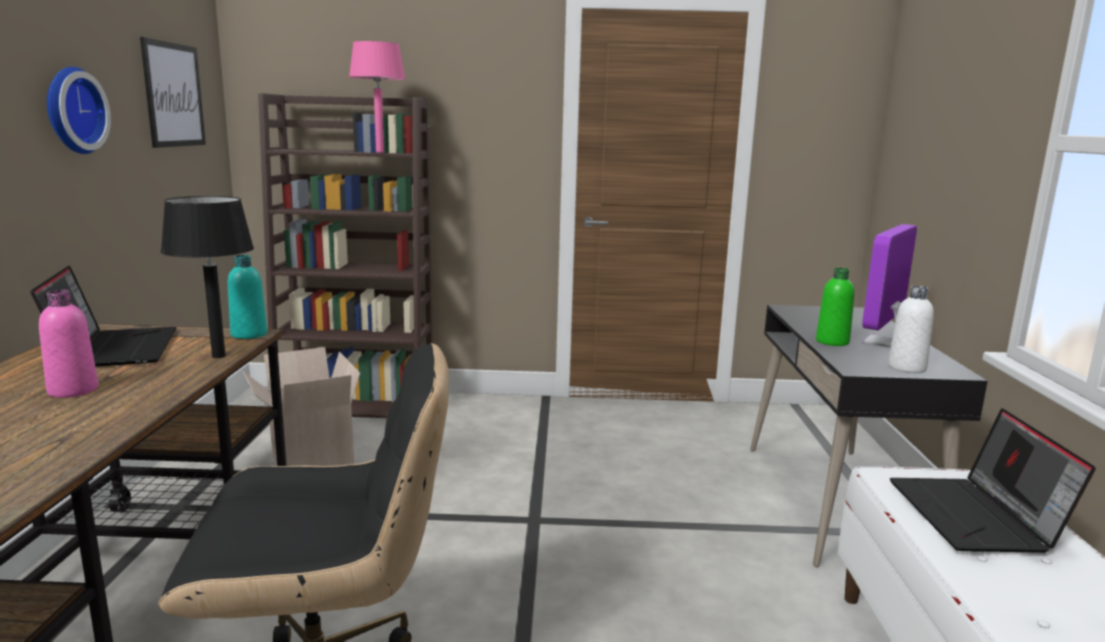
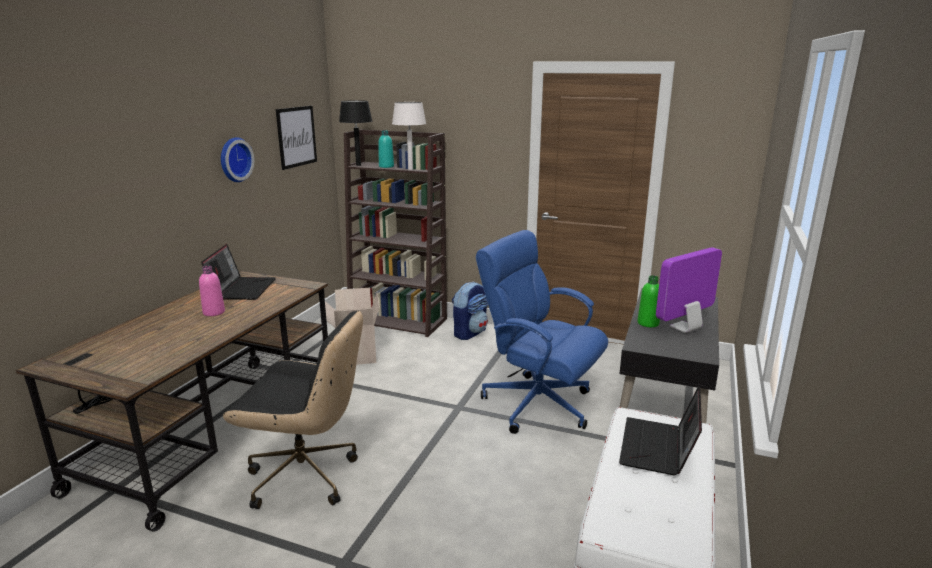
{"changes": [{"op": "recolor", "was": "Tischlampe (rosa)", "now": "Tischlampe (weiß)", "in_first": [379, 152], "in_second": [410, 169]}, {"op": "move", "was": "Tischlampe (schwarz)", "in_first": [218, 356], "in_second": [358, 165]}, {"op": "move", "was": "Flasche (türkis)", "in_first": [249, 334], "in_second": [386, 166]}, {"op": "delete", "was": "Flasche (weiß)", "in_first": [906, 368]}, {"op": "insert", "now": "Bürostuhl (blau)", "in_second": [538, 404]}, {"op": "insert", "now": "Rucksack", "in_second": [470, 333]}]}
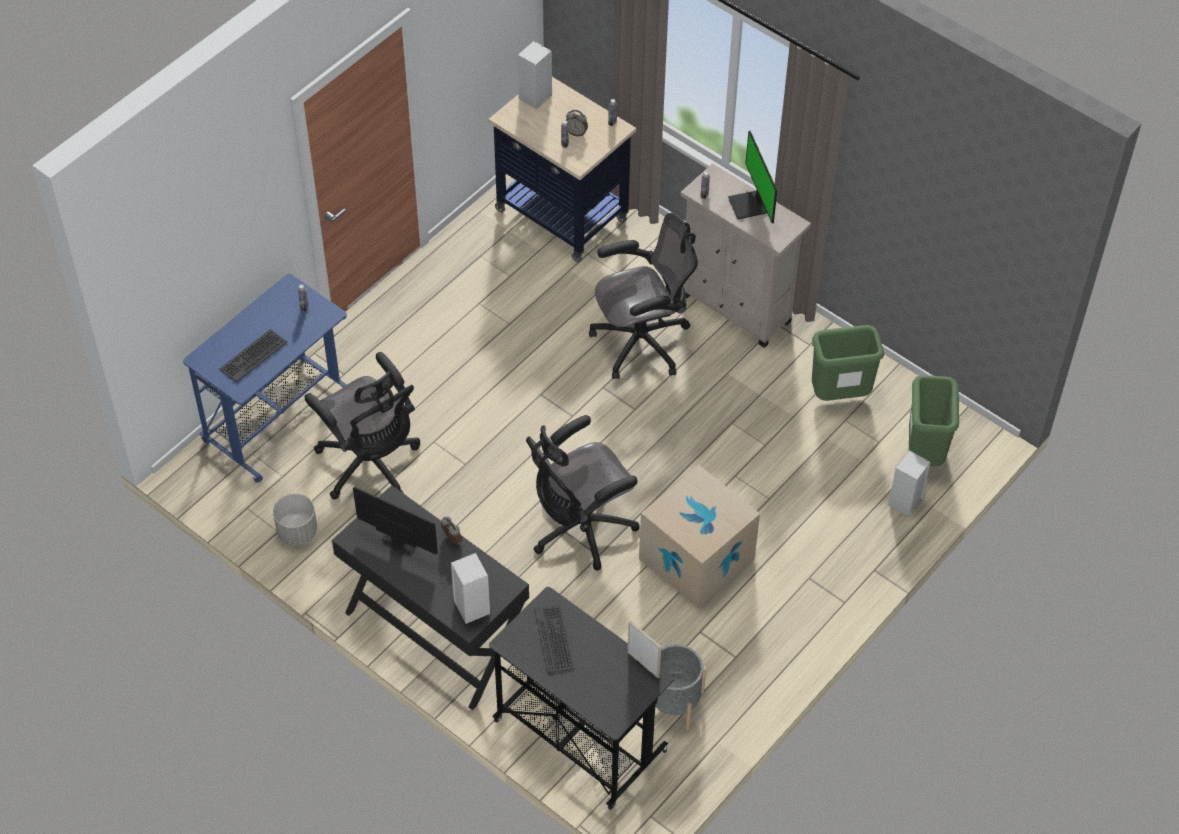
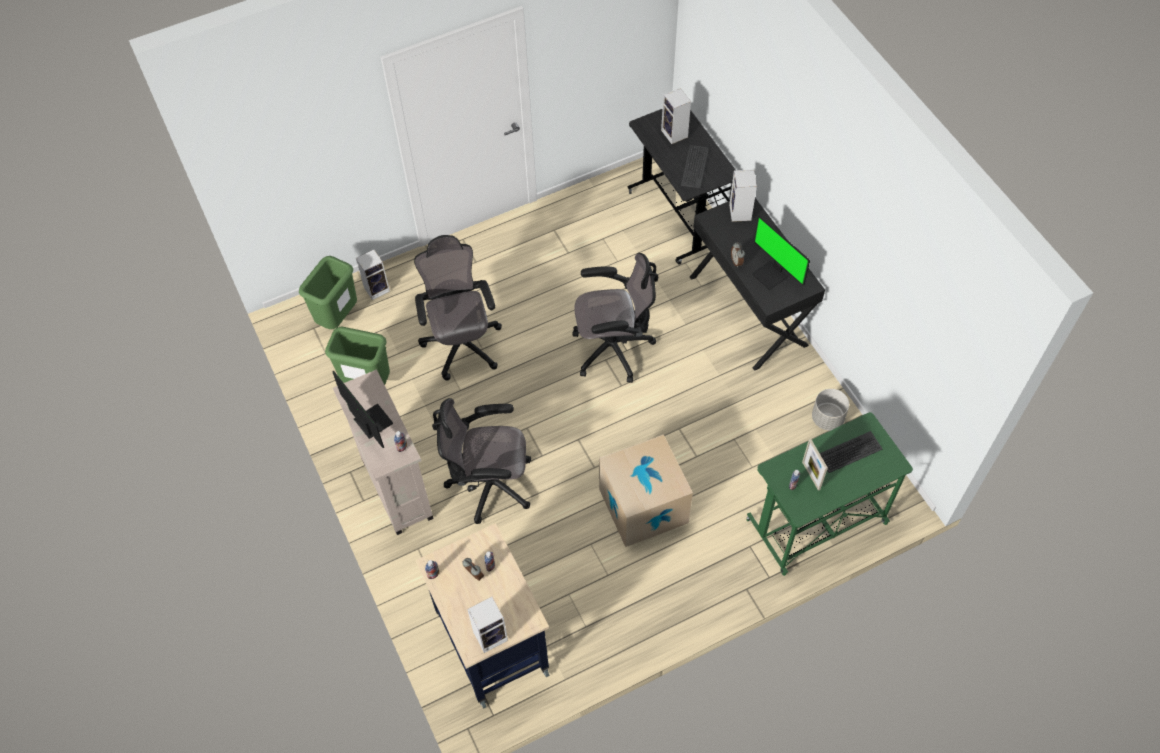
{"changes": [{"op": "rotate", "was": "Monitor", "in_first": [749, 205], "in_second": [371, 422], "clockwise": -45}, {"op": "recolor", "was": "Schreibtisch (blau)", "now": "Schreibtisch (grün)", "in_first": [280, 419], "in_second": [816, 522]}, {"op": "move", "was": "Bürostuhl", "in_first": [369, 463], "in_second": [461, 345]}, {"op": "move", "was": "Karton", "in_first": [696, 559], "in_second": [643, 506]}, {"op": "move", "was": "Bilderrahmen", "in_first": [643, 664], "in_second": [811, 475]}, {"op": "delete", "was": "Pflanzkübel (grau)", "in_first": [674, 703]}, {"op": "insert", "now": "Lautsprecher", "in_second": [675, 134]}]}
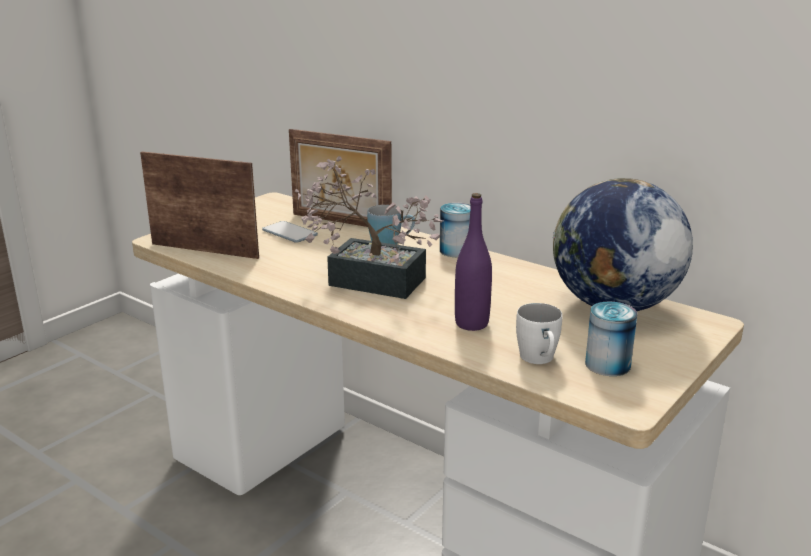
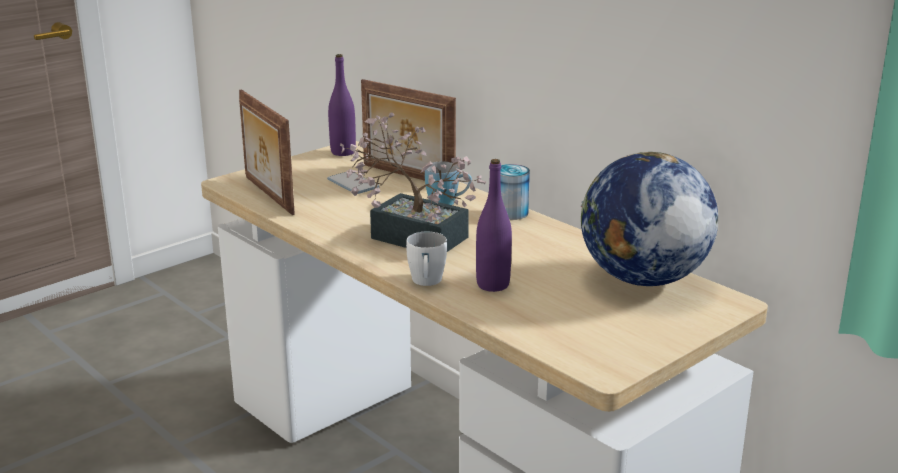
{"changes": [{"op": "rotate", "was": "Bilderrahmen", "in_first": [205, 250], "in_second": [267, 195], "clockwise": -150}, {"op": "delete", "was": "Dose", "in_first": [607, 364]}, {"op": "move", "was": "Henkelbecher (weiß)", "in_first": [539, 360], "in_second": [427, 282]}, {"op": "insert", "now": "Flasche (lila)", "in_second": [343, 152]}]}
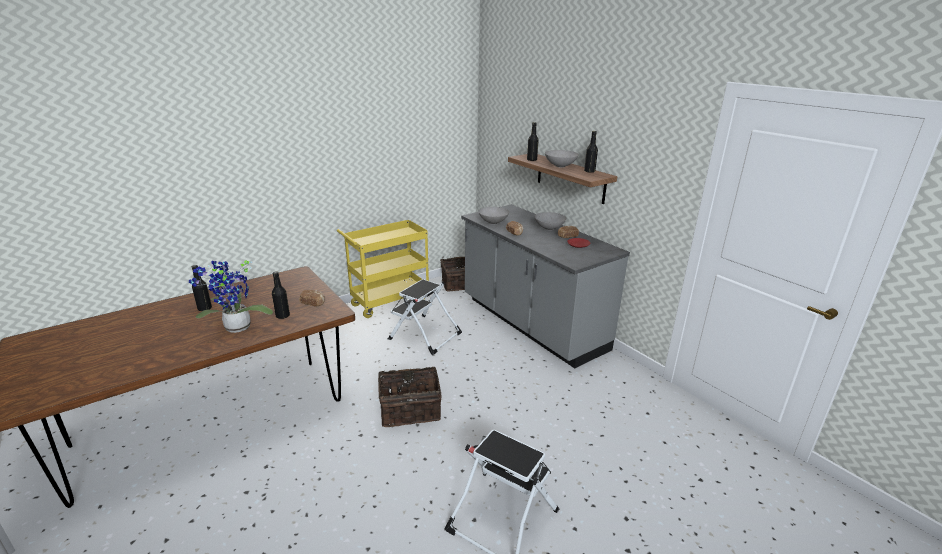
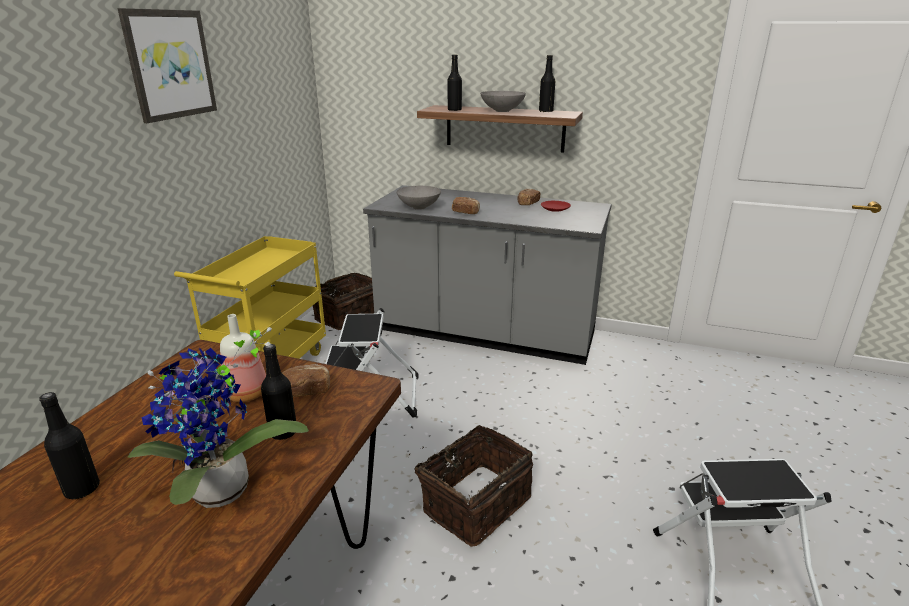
{"changes": [{"op": "delete", "was": "Schüssel (grau)", "in_first": [549, 228]}, {"op": "insert", "now": "Bild", "in_second": [169, 64]}, {"op": "insert", "now": "Flasche", "in_second": [246, 393]}]}
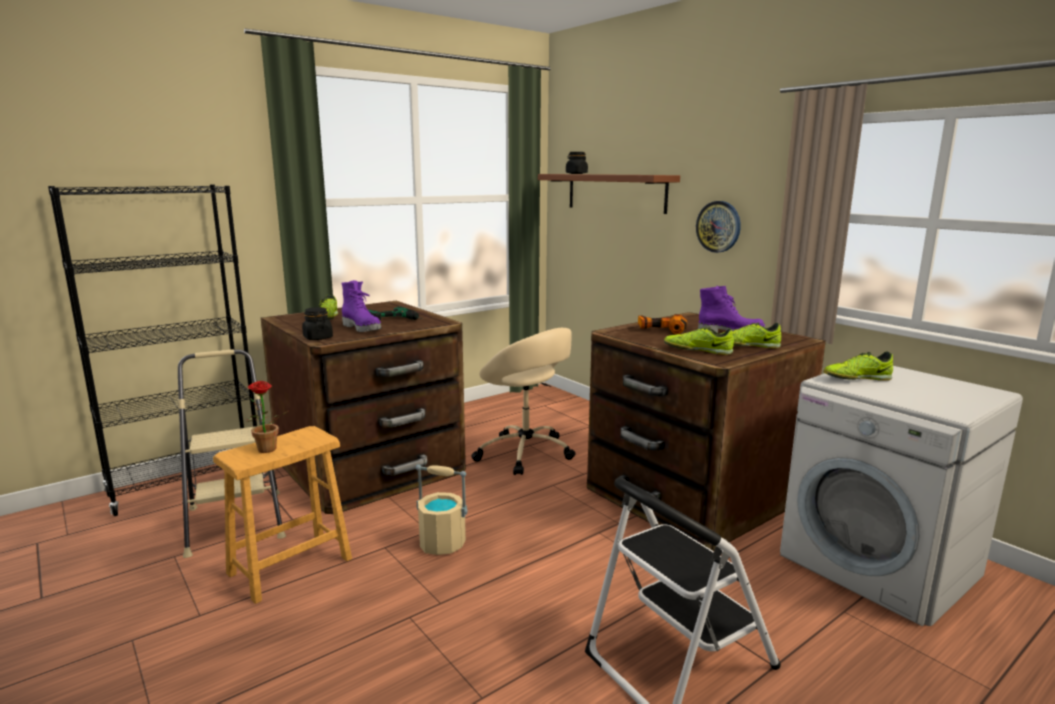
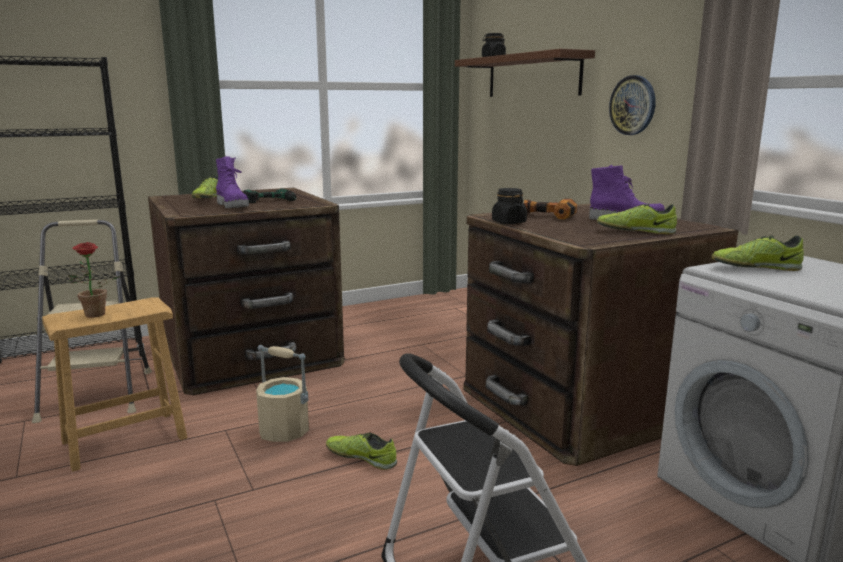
{"changes": [{"op": "move", "was": "Vorratsglas (schwarz)", "in_first": [318, 338], "in_second": [508, 222]}, {"op": "move", "was": "Schuh", "in_first": [697, 351], "in_second": [361, 457]}, {"op": "delete", "was": "Bürostuhl (beige)", "in_first": [526, 454]}]}
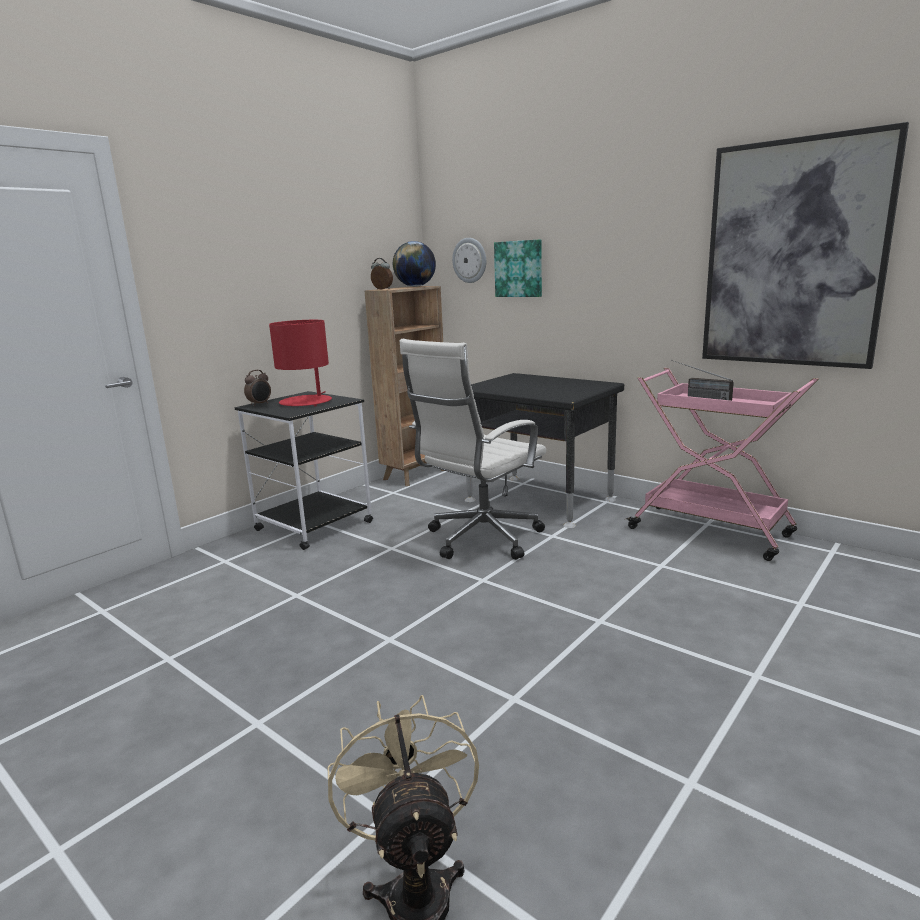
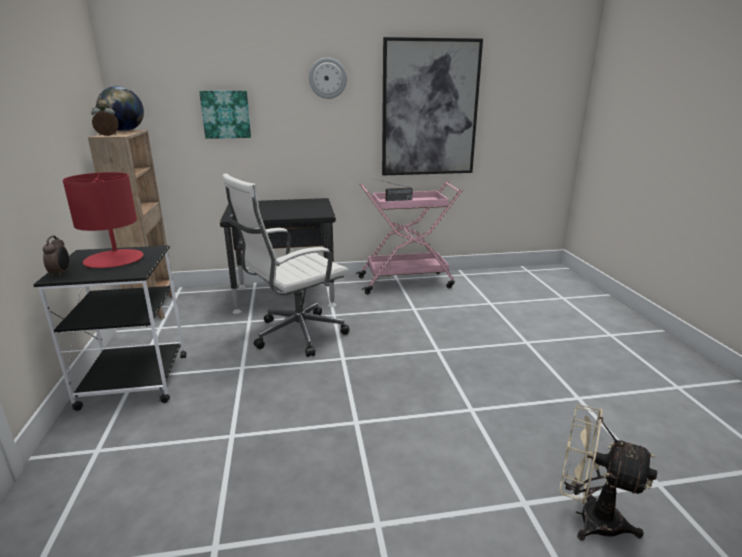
{"changes": [{"op": "move", "was": "Wanduhr", "in_first": [470, 260], "in_second": [327, 78]}, {"op": "rotate", "was": "Bürostuhl (weiß)", "in_first": [480, 540], "in_second": [295, 335], "clockwise": 60}]}
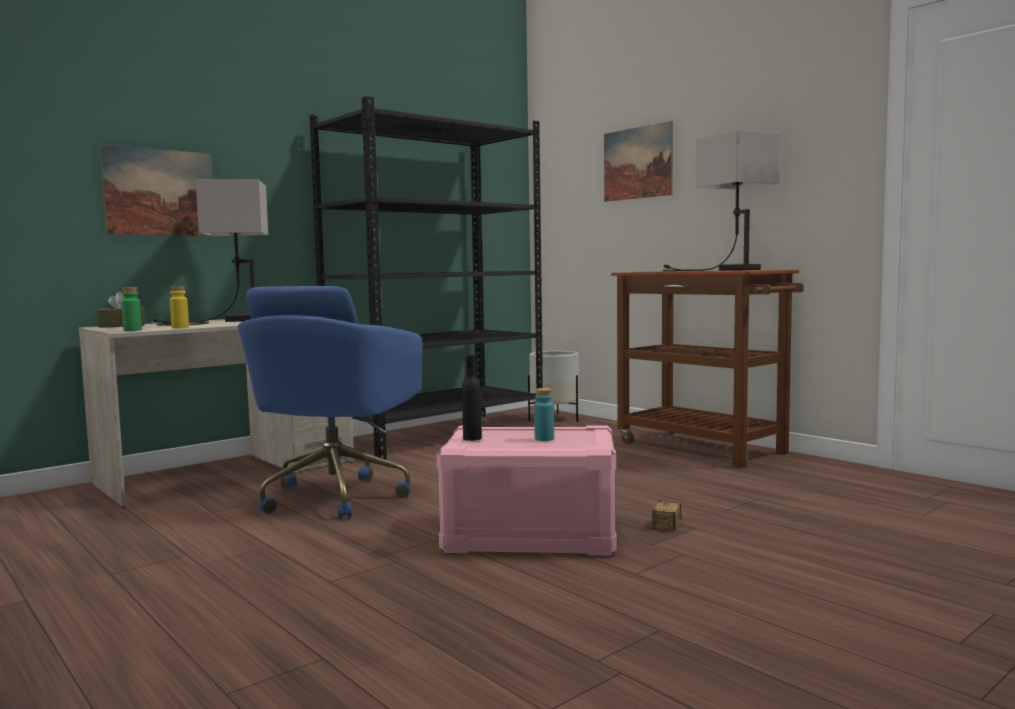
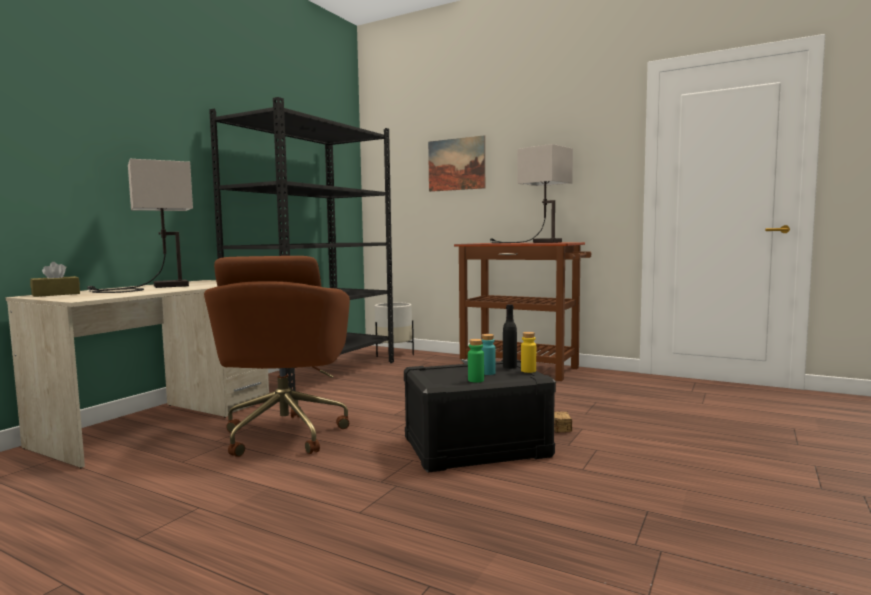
{"changes": [{"op": "delete", "was": "Bild", "in_first": [160, 192]}, {"op": "move", "was": "Flasche (gelb)", "in_first": [180, 327], "in_second": [528, 371]}, {"op": "recolor", "was": "Bürostuhl (blau)", "now": "Bürostuhl (braun)", "in_first": [338, 496], "in_second": [286, 433]}, {"op": "move", "was": "Flasche (grün)", "in_first": [132, 330], "in_second": [476, 380]}, {"op": "move", "was": "Flasche (schwarz)", "in_first": [472, 438], "in_second": [509, 367]}, {"op": "recolor", "was": "Aufbewahrungsbox (rosa)", "now": "Aufbewahrungsbox (schwarz)", "in_first": [529, 534], "in_second": [476, 448]}]}
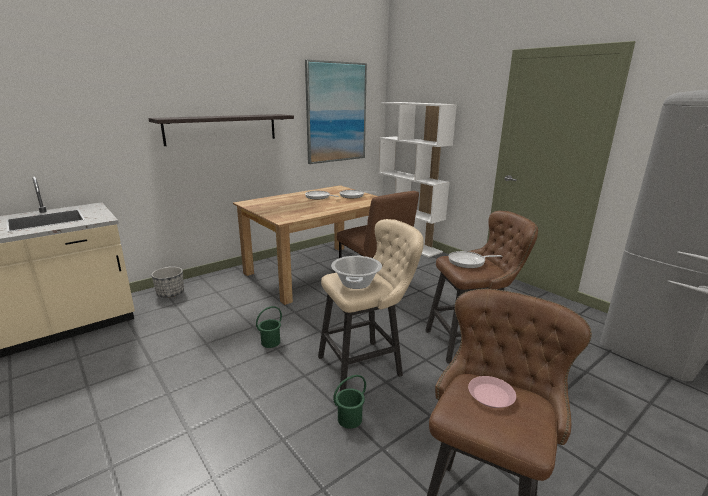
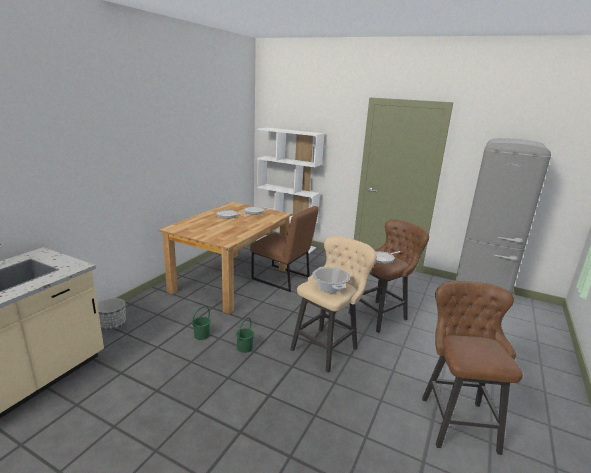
{"changes": [{"op": "delete", "was": "Bild", "in_first": [336, 113]}, {"op": "delete", "was": "Wandregal", "in_first": [222, 129]}, {"op": "move", "was": "Eimer (grün)", "in_first": [349, 419], "in_second": [201, 335]}, {"op": "delete", "was": "Teller (rosa)", "in_first": [490, 395]}]}
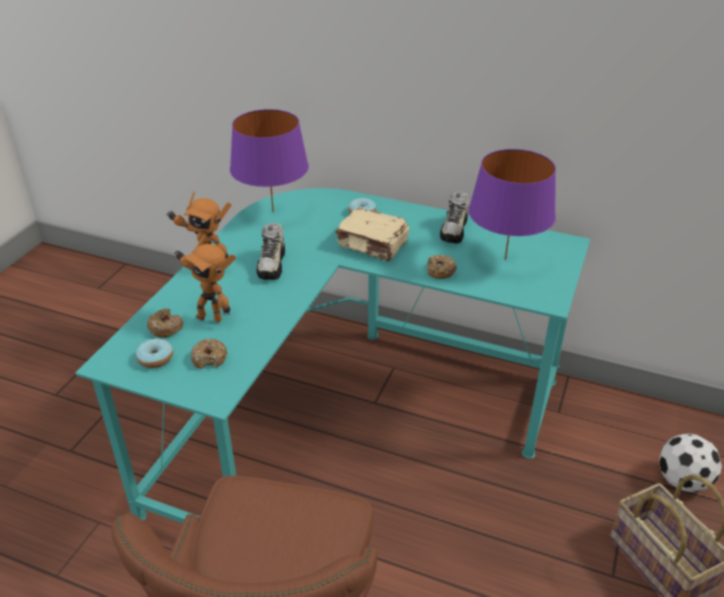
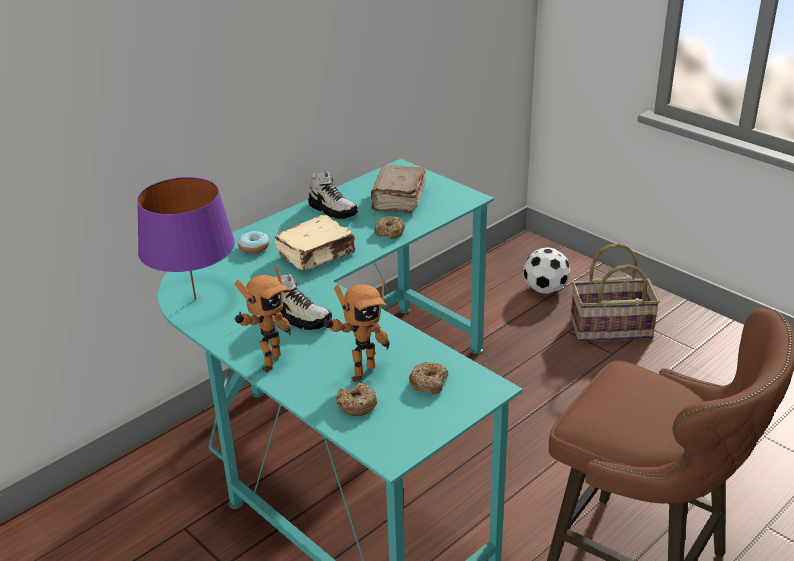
{"changes": [{"op": "replace", "was": "Tischlampe (lila)", "now": "Buch (braun)", "in_first": [505, 259], "in_second": [398, 199]}, {"op": "delete", "was": "Donut", "in_first": [155, 358]}]}
